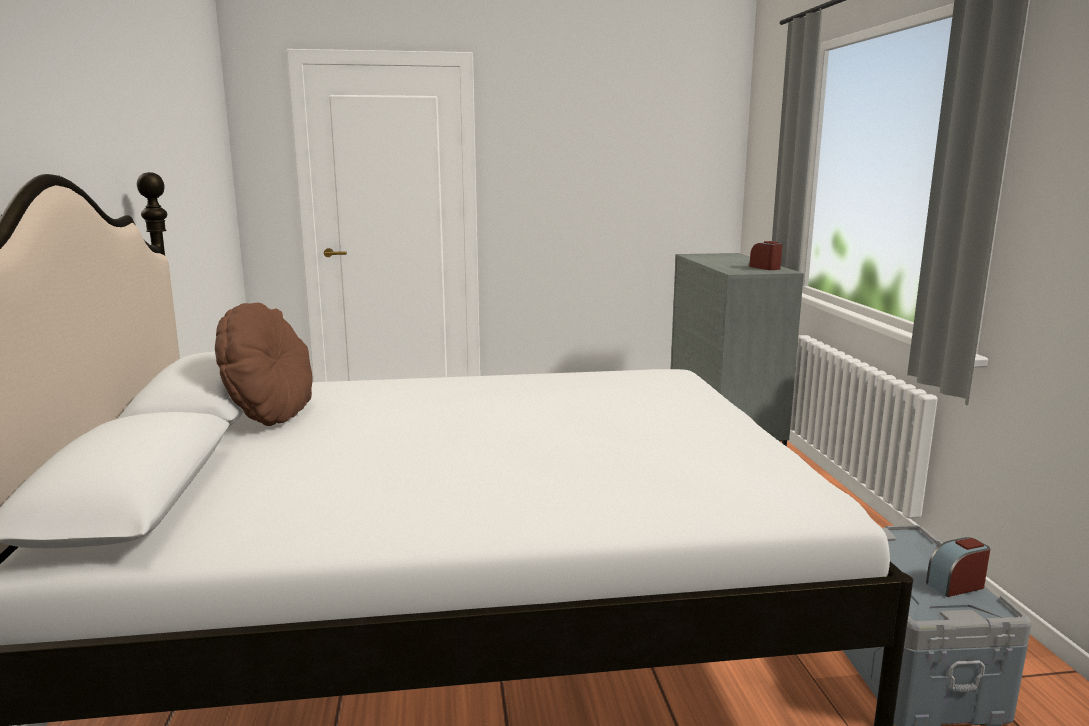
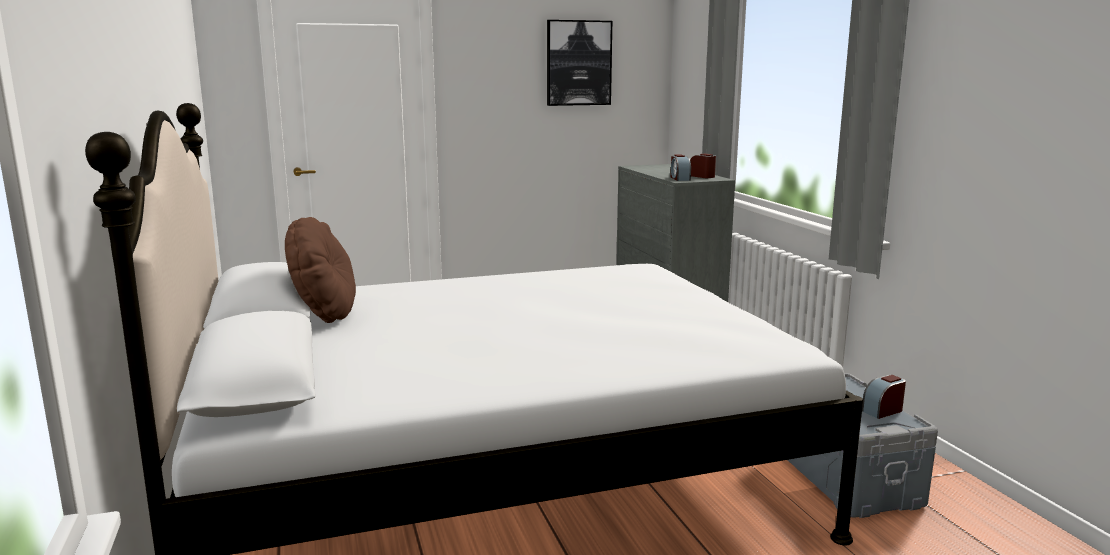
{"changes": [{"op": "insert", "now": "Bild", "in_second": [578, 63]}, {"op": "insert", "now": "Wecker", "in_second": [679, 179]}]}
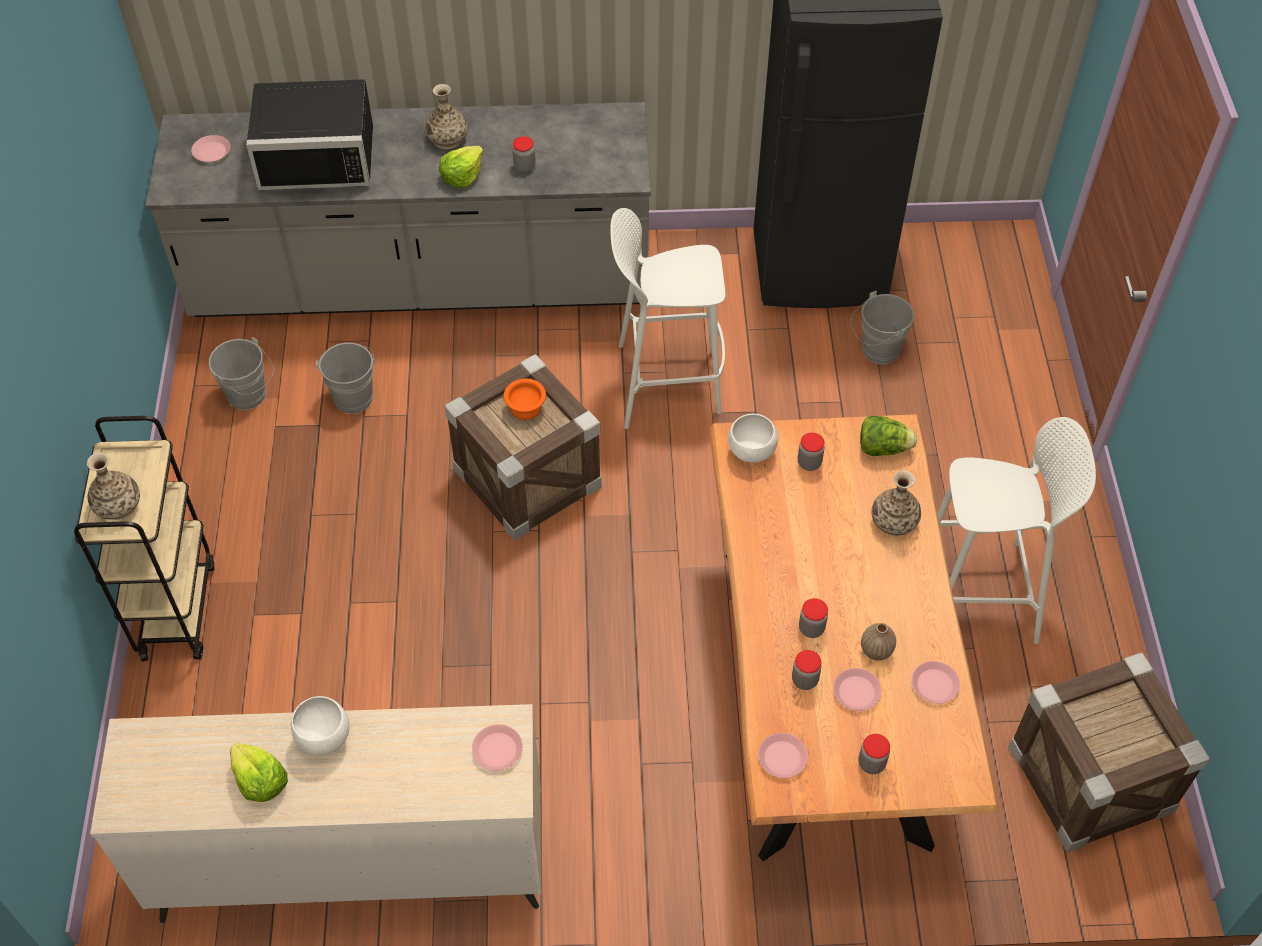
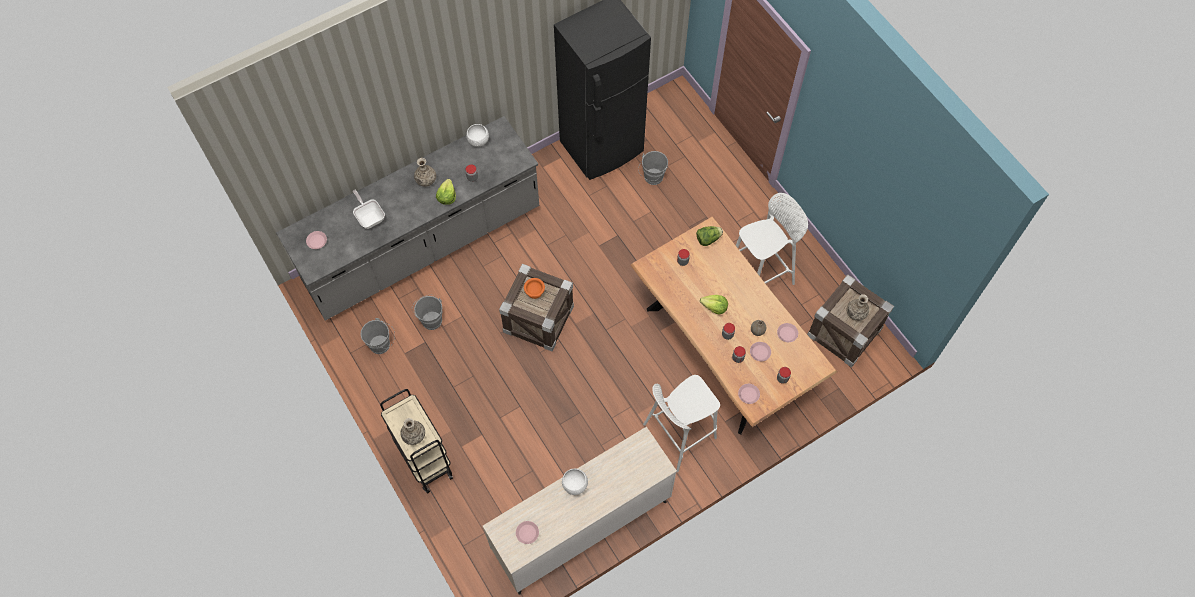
{"changes": [{"op": "replace", "was": "Mikrowelle (schwarz)", "now": "Pfanne", "in_first": [318, 153], "in_second": [369, 217]}, {"op": "move", "was": "Hocker (weiß)", "in_first": [665, 384], "in_second": [680, 435]}, {"op": "move", "was": "Schüssel (weiß)", "in_first": [752, 452], "in_second": [479, 141]}, {"op": "move", "was": "Vase", "in_first": [894, 522], "in_second": [856, 313]}, {"op": "move", "was": "Teller (rosa)", "in_first": [497, 749], "in_second": [527, 533]}, {"op": "move", "was": "Salatkopf", "in_first": [260, 781], "in_second": [714, 307]}]}
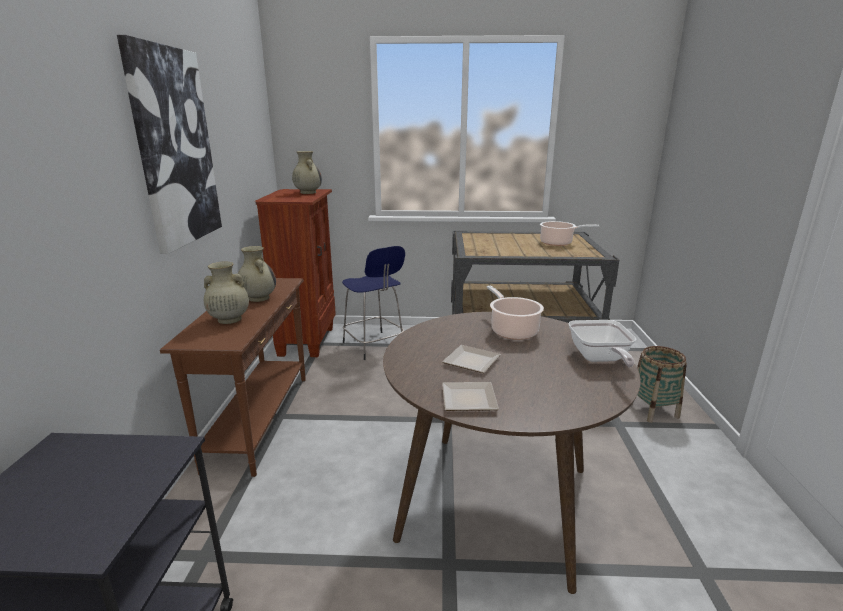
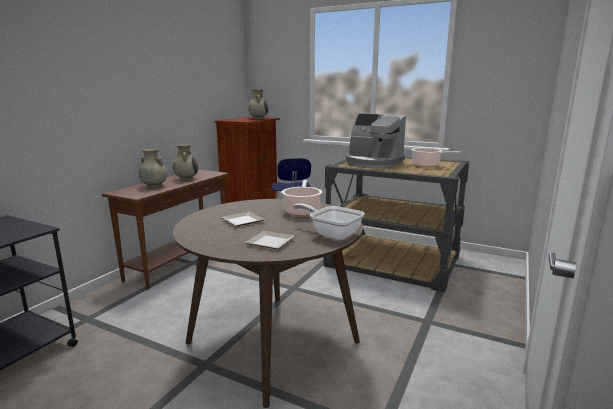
{"changes": [{"op": "delete", "was": "Bild", "in_first": [174, 148]}, {"op": "rotate", "was": "Pfanne", "in_first": [599, 359], "in_second": [332, 233], "clockwise": 105}, {"op": "delete", "was": "Korb", "in_first": [652, 410]}, {"op": "move", "was": "Teller", "in_first": [471, 400], "in_second": [271, 243]}, {"op": "insert", "now": "Kaffeemaschine", "in_second": [373, 162]}]}
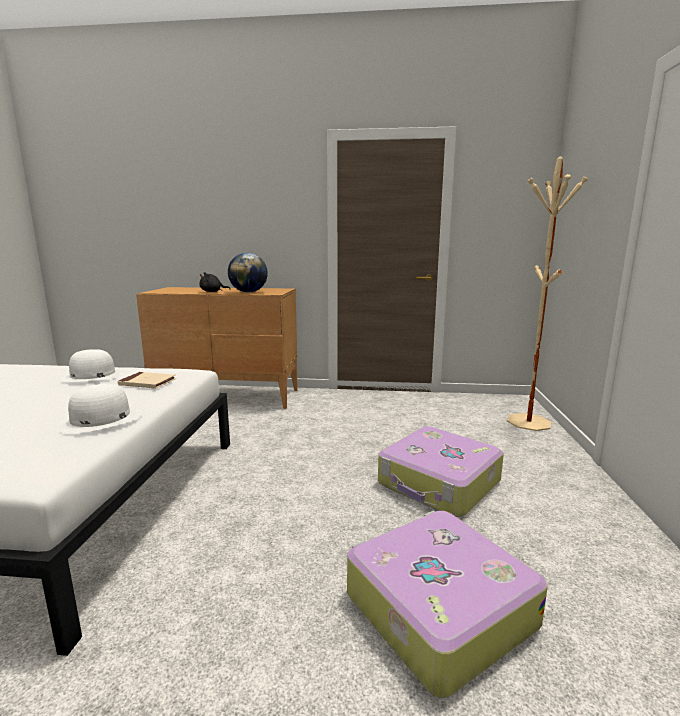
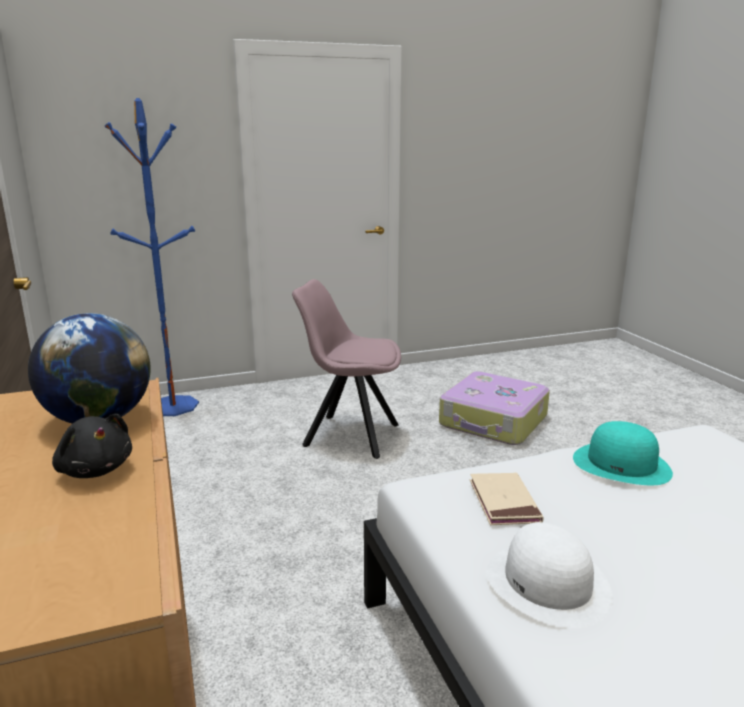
{"changes": [{"op": "recolor", "was": "Kleiderständer (beige)", "now": "Kleiderständer (blau)", "in_first": [529, 422], "in_second": [173, 406]}, {"op": "recolor", "was": "Hut (weiß)", "now": "Hut (türkis)", "in_first": [100, 419], "in_second": [622, 464]}, {"op": "replace", "was": "Koffer", "now": "Stuhl (rosa)", "in_first": [439, 483], "in_second": [350, 435]}]}
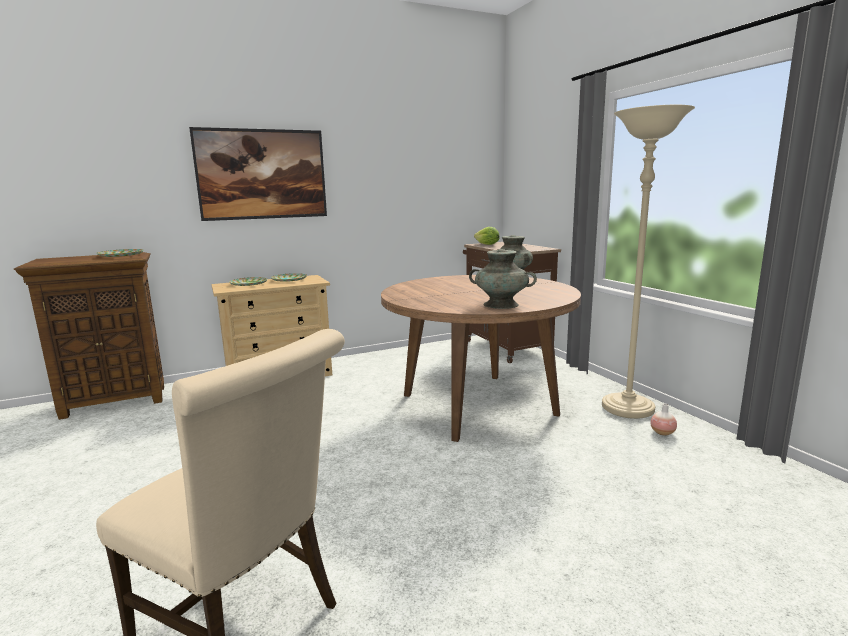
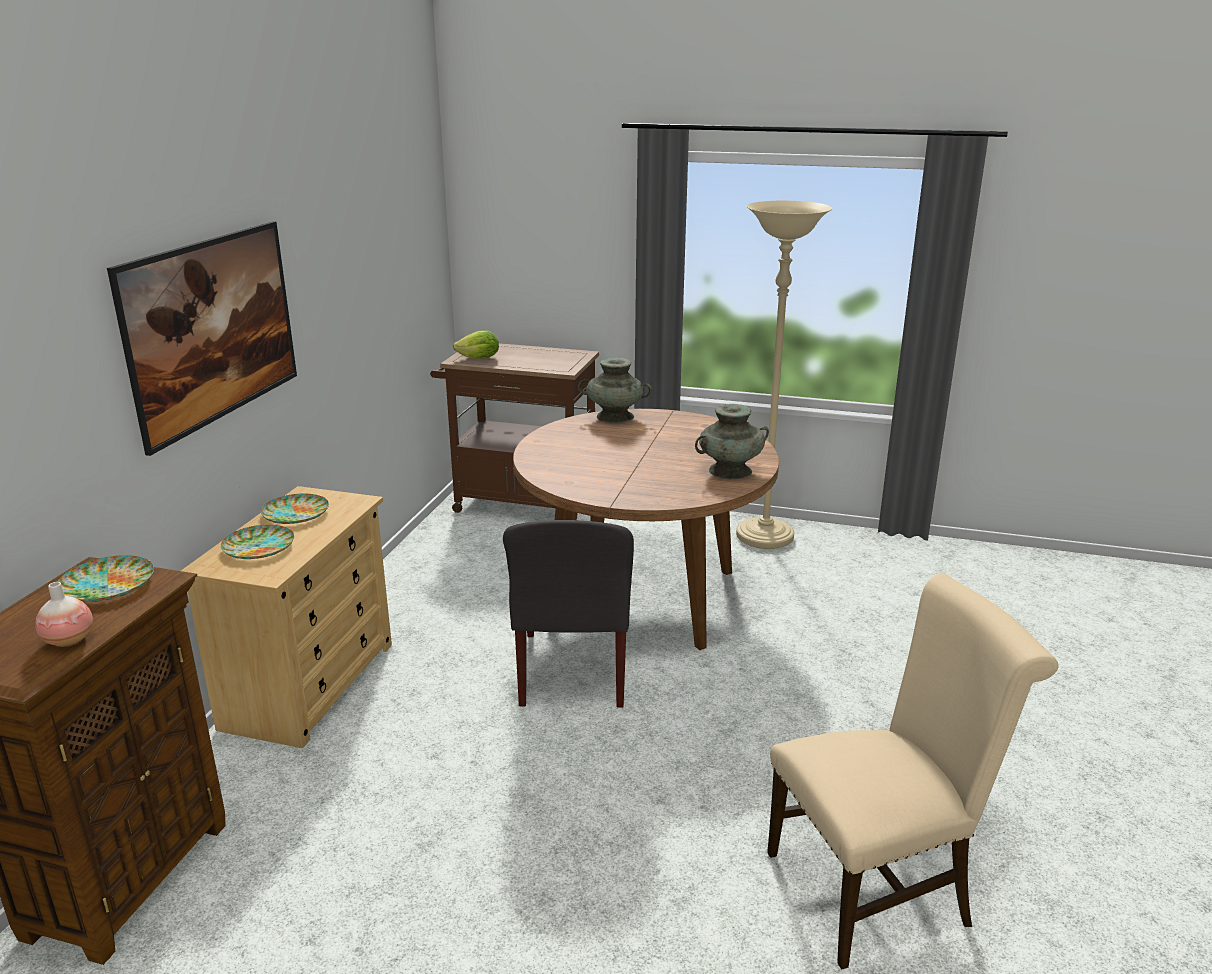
{"changes": [{"op": "move", "was": "Vase", "in_first": [662, 433], "in_second": [69, 640]}, {"op": "insert", "now": "Stuhl (grau)", "in_second": [573, 672]}]}
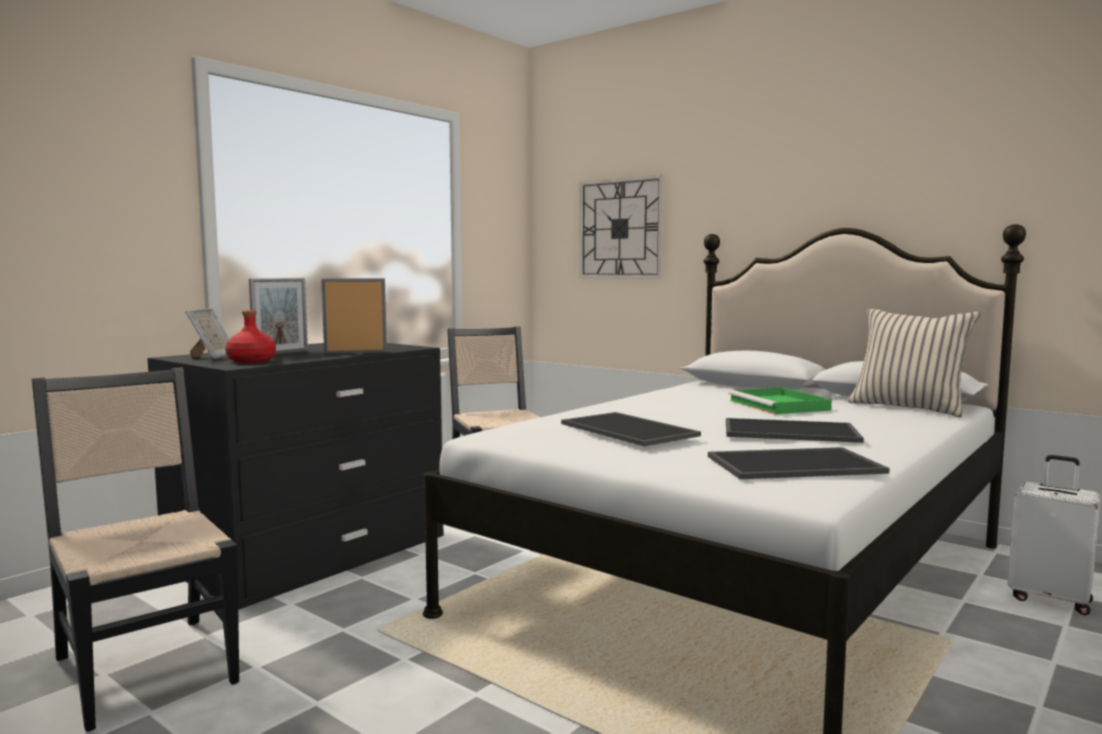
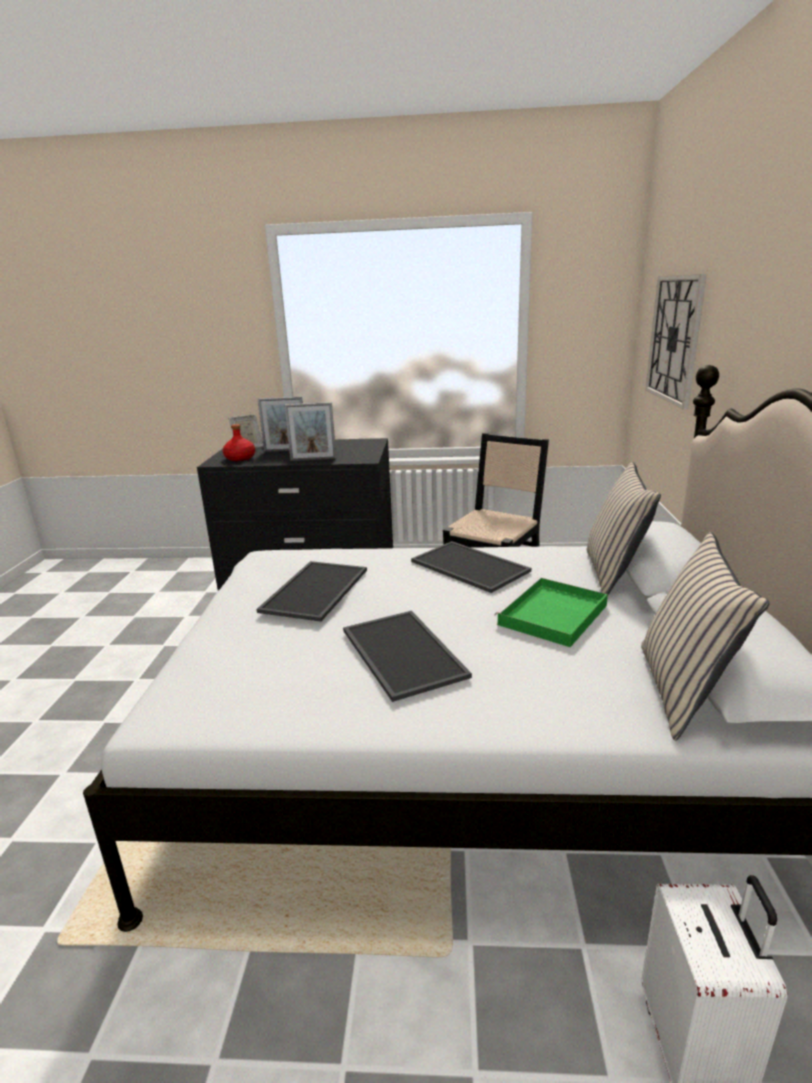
{"changes": [{"op": "rotate", "was": "Bilderrahmen", "in_first": [355, 352], "in_second": [313, 459], "clockwise": 135}, {"op": "delete", "was": "Stuhl", "in_first": [147, 669]}, {"op": "move", "was": "Tablett", "in_first": [794, 464], "in_second": [471, 566]}, {"op": "insert", "now": "Kissen (beige)", "in_second": [614, 573]}]}
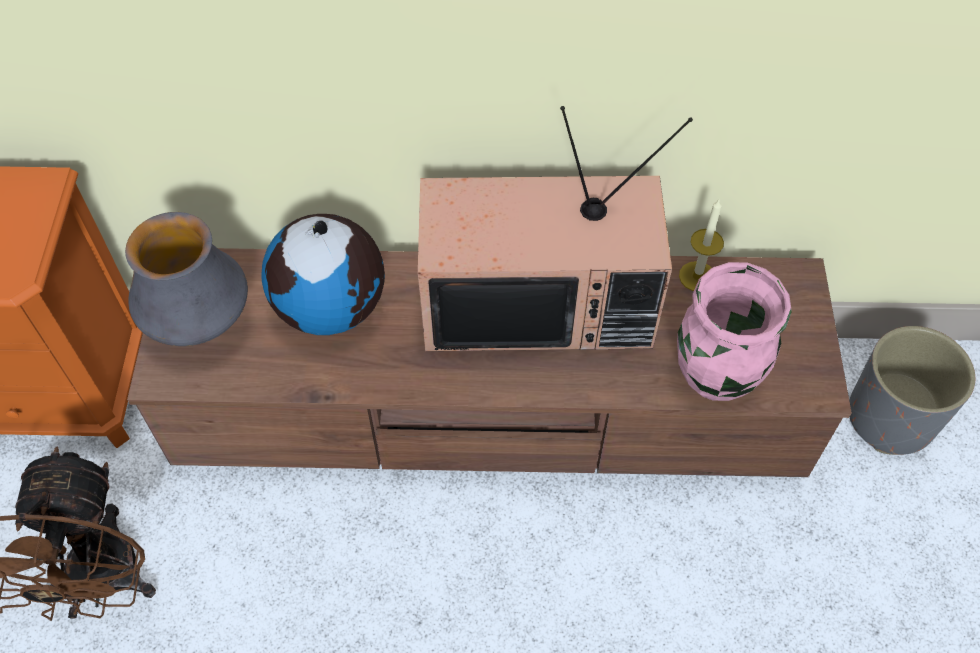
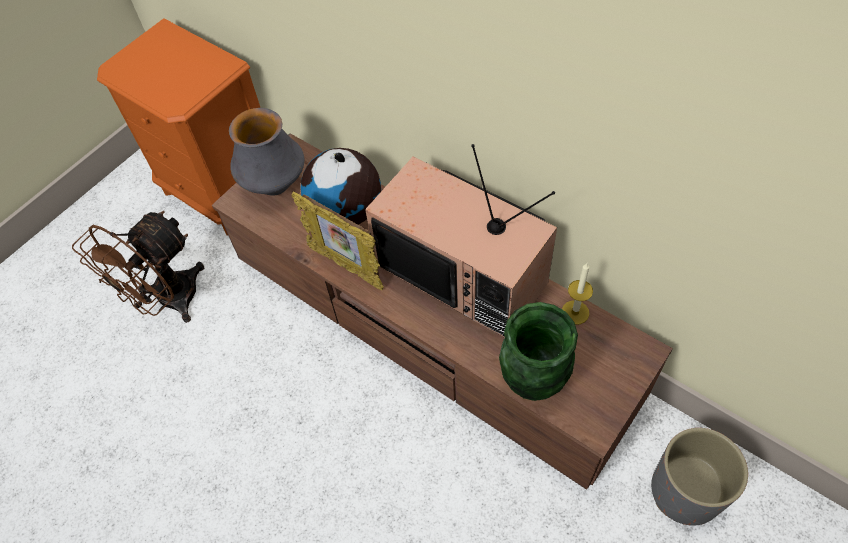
{"changes": [{"op": "recolor", "was": "Vase (rosa)", "now": "Vase (grün)", "in_first": [715, 378], "in_second": [532, 381]}, {"op": "insert", "now": "Bilderrahmen", "in_second": [346, 267]}]}
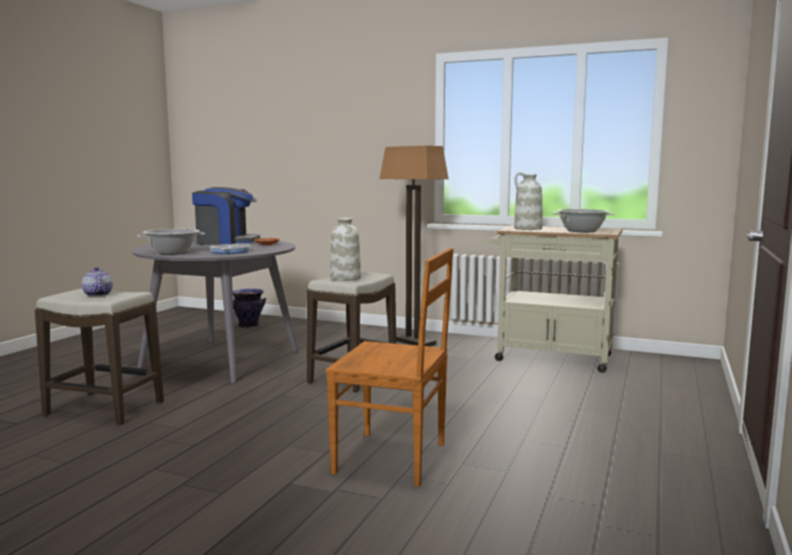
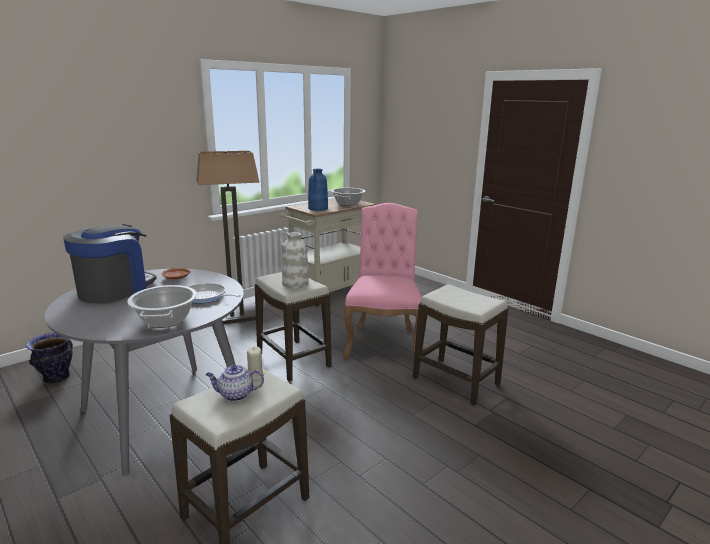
{"changes": [{"op": "recolor", "was": "Vase (weiß)", "now": "Vase (blau)", "in_first": [527, 229], "in_second": [318, 208]}, {"op": "replace", "was": "Stuhl (braun)", "now": "Hocker", "in_first": [394, 459], "in_second": [456, 381]}, {"op": "insert", "now": "Stuhl (rosa)", "in_second": [383, 343]}, {"op": "insert", "now": "Kerze (beige)", "in_second": [255, 375]}]}
